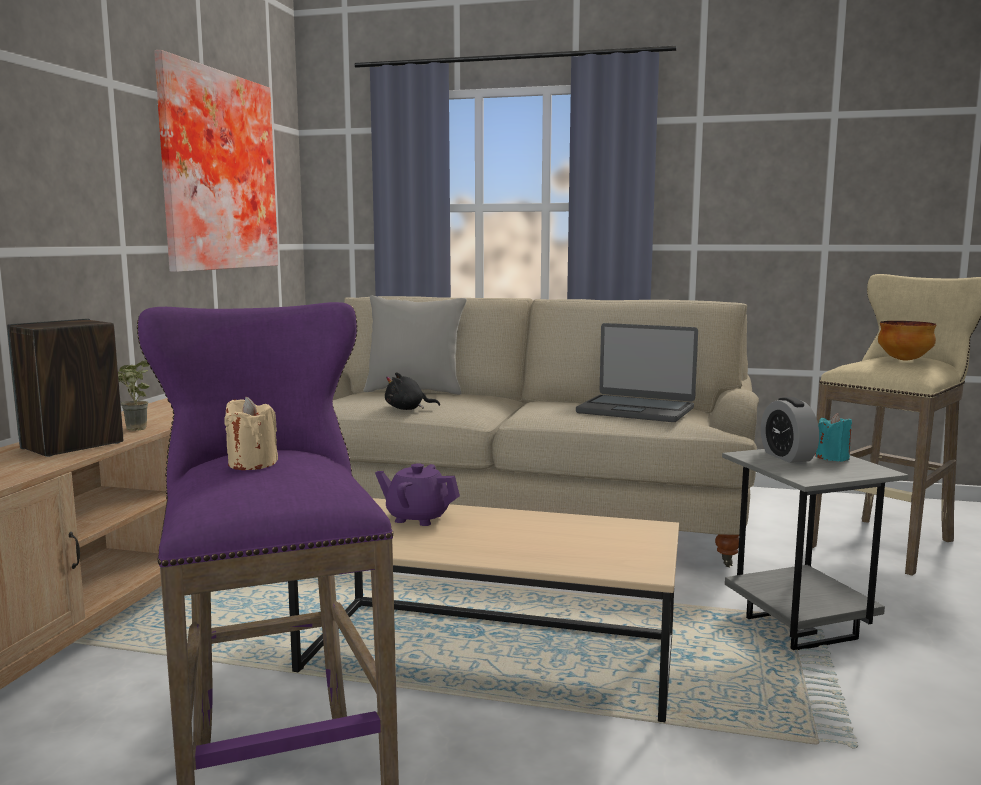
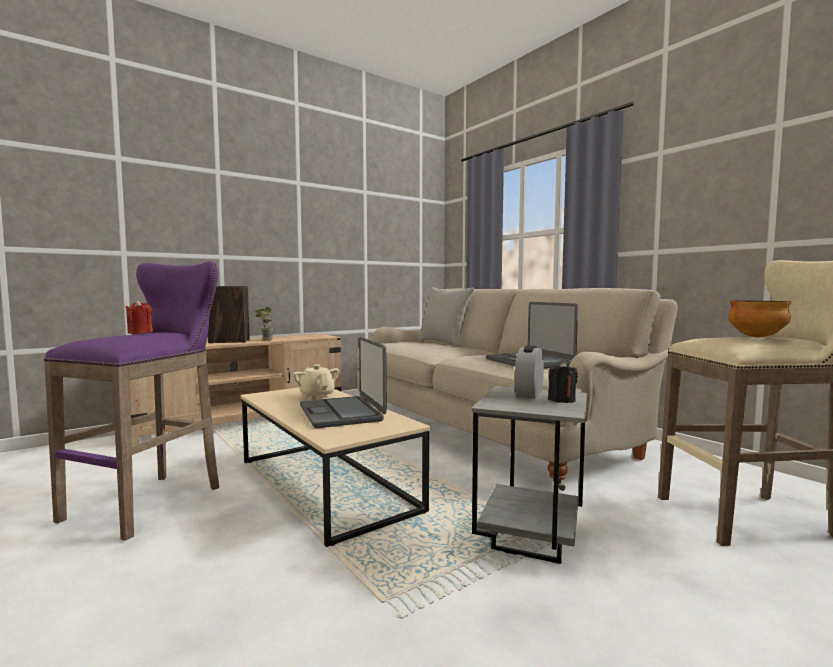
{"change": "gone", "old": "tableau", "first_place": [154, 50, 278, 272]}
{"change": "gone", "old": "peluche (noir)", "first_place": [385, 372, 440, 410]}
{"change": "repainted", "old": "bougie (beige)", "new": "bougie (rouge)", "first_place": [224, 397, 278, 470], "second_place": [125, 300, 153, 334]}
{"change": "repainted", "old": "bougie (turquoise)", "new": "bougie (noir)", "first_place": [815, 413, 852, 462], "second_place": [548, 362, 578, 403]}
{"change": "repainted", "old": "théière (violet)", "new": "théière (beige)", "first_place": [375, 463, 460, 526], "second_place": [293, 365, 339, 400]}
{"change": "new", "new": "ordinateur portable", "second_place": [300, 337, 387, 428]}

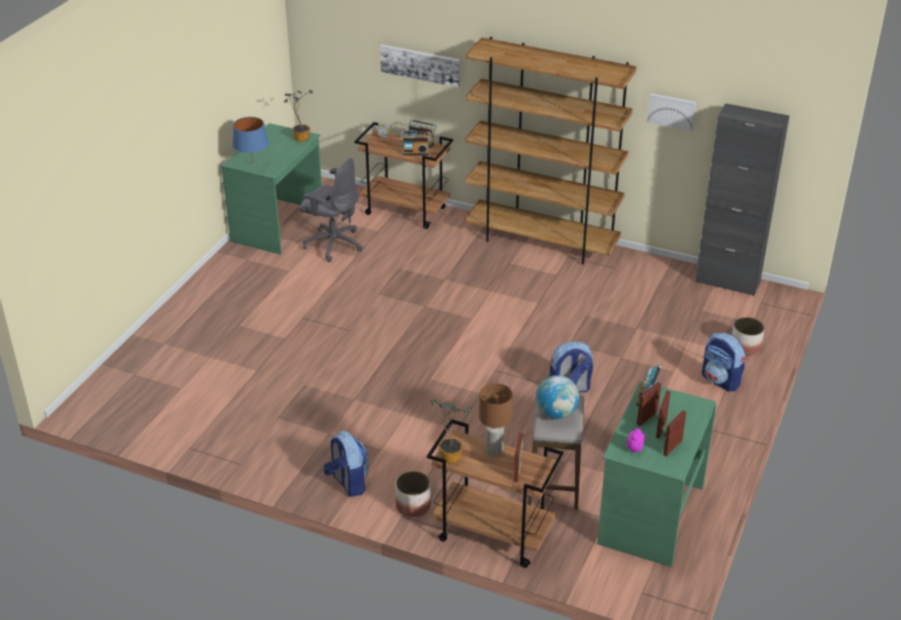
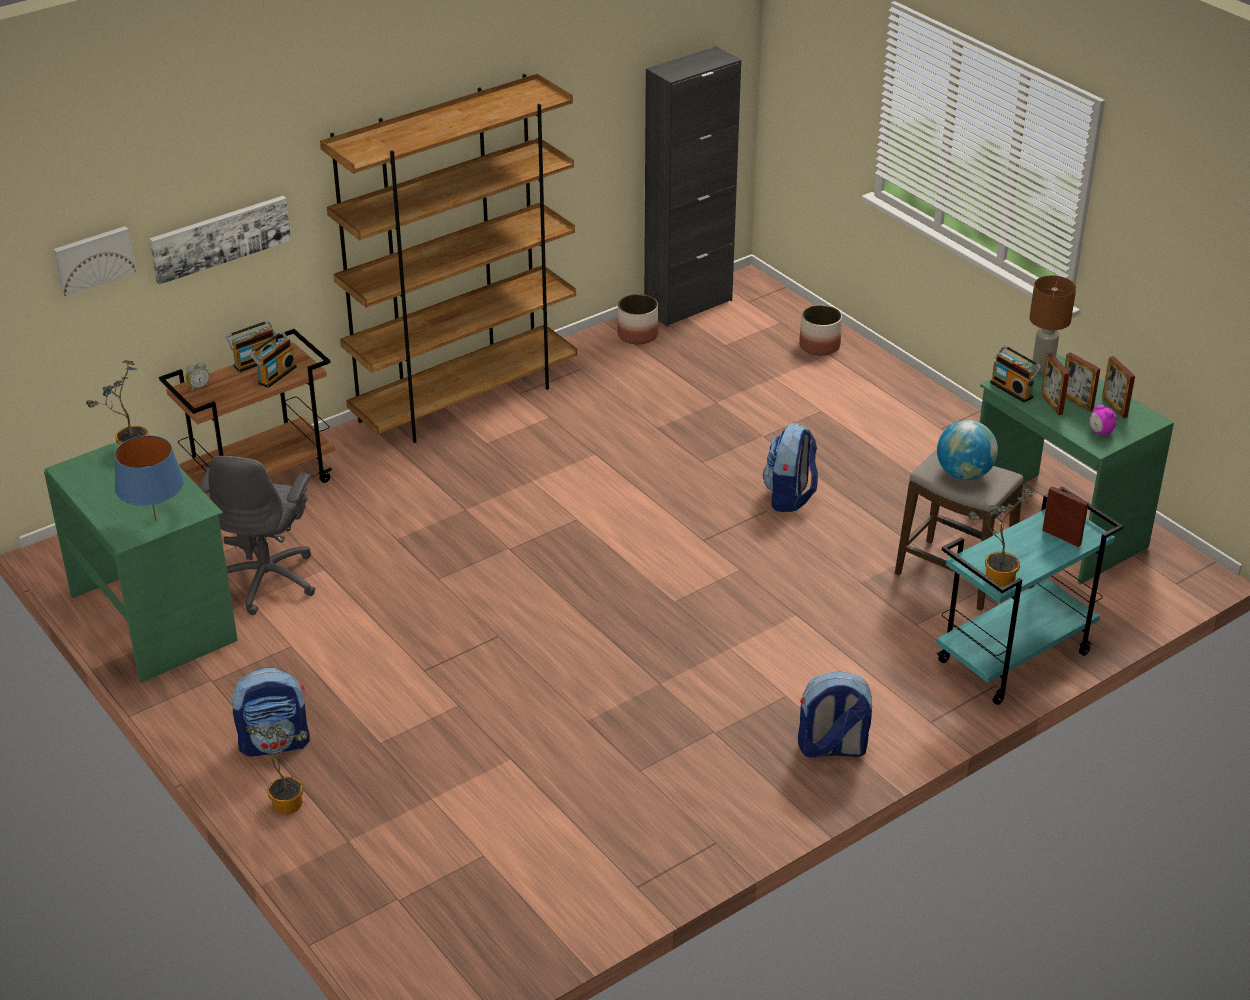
{"change": "shifted", "old": "tableau", "first_place": [647, 93, 696, 131], "second_place": [53, 226, 136, 296]}
{"change": "rotated", "old": "chaise de bureau (gris)", "first_place": [299, 158, 363, 262], "second_place": [199, 456, 315, 615], "degrees": 135}
{"change": "shifted", "old": "sac à dos", "first_place": [702, 333, 745, 392], "second_place": [232, 668, 310, 756]}
{"change": "shifted", "old": "lampe de table (marron)", "first_place": [479, 383, 513, 456], "second_place": [1029, 275, 1076, 373]}
{"change": "repainted", "old": "chariot (marron)", "new": "chariot (turquoise)", "first_place": [427, 419, 564, 568], "second_place": [936, 486, 1124, 705]}
{"change": "shifted", "old": "cache-pot", "first_place": [395, 471, 431, 517], "second_place": [617, 294, 658, 344]}
{"change": "new", "new": "plante en pot", "second_place": [246, 724, 307, 814]}

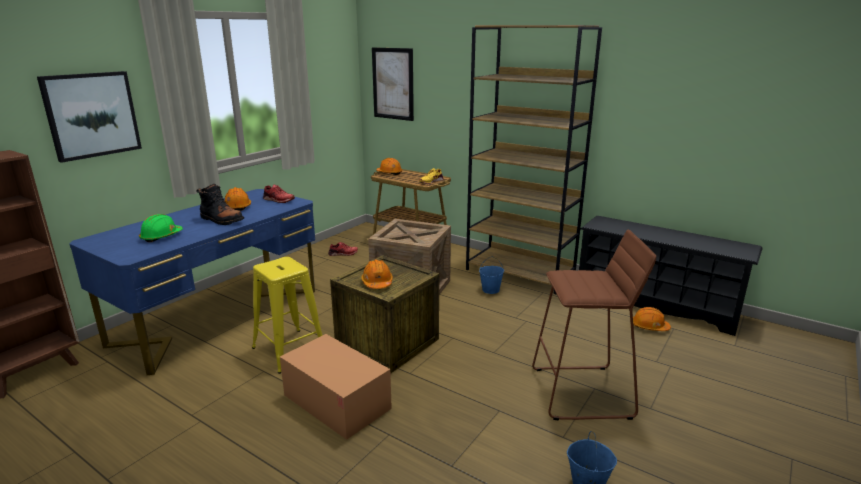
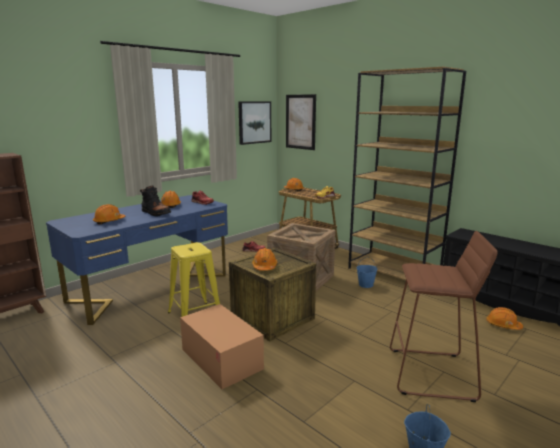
{"change": "shifted", "old": "tableau", "first_place": [37, 71, 142, 163], "second_place": [238, 101, 271, 145]}
{"change": "repainted", "old": "casque de chantier (vert)", "new": "casque de chantier (orange)", "first_place": [139, 214, 183, 242], "second_place": [93, 204, 125, 224]}

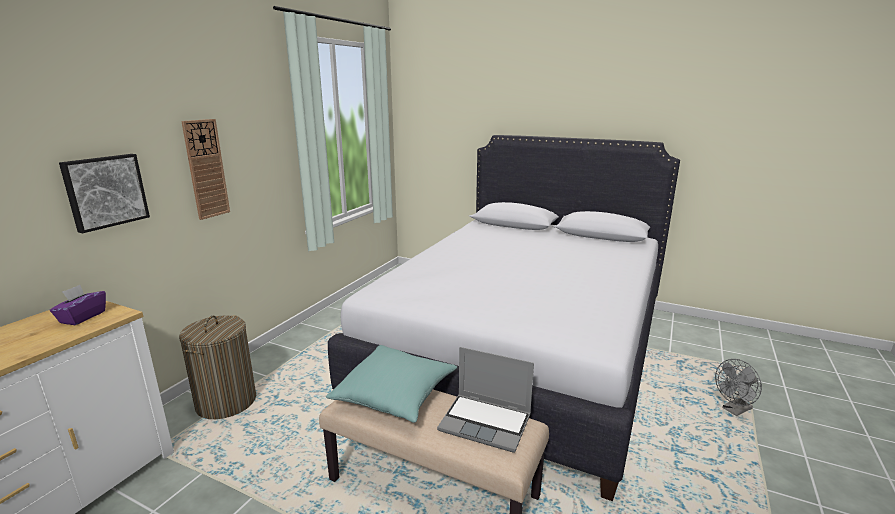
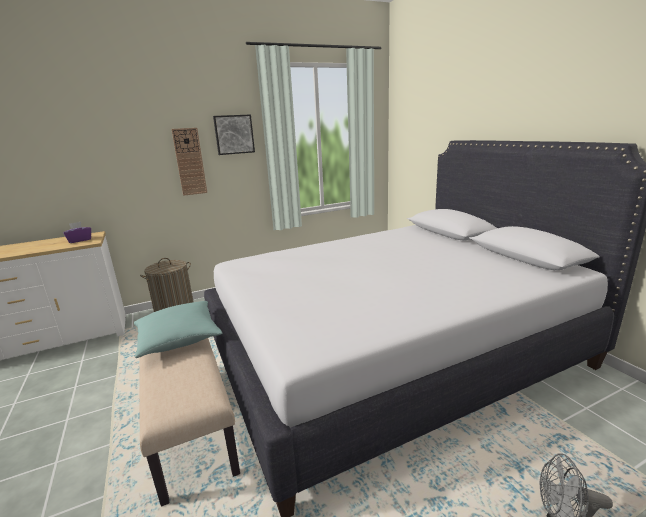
{"change": "shifted", "old": "tableau", "first_place": [59, 154, 150, 233], "second_place": [213, 114, 255, 155]}
{"change": "gone", "old": "ordinateur portable", "first_place": [437, 347, 534, 453]}

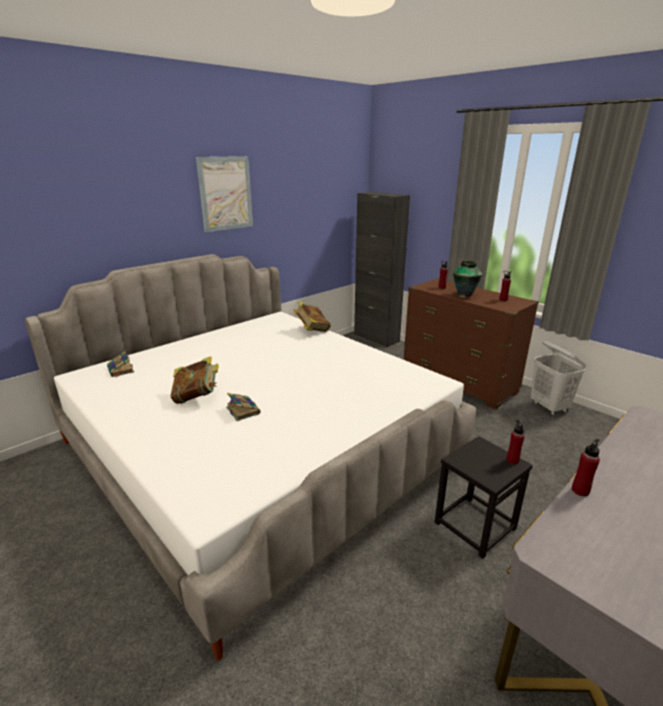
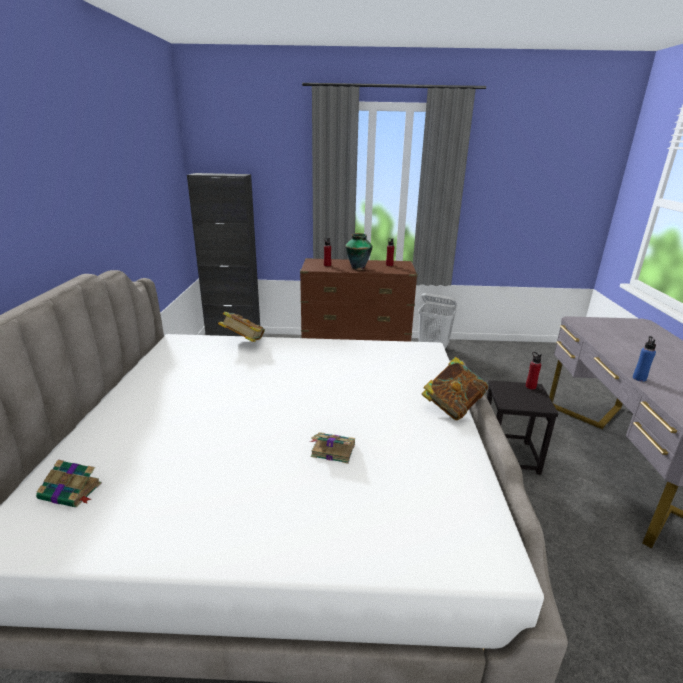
{"change": "gone", "old": "tableau", "first_place": [196, 156, 253, 232]}
{"change": "shifted", "old": "livre", "first_place": [171, 356, 219, 404], "second_place": [421, 357, 488, 420]}
{"change": "repainted", "old": "bouteille (rouge)", "new": "bouteille (bleu)", "first_place": [572, 439, 600, 496], "second_place": [633, 336, 656, 382]}

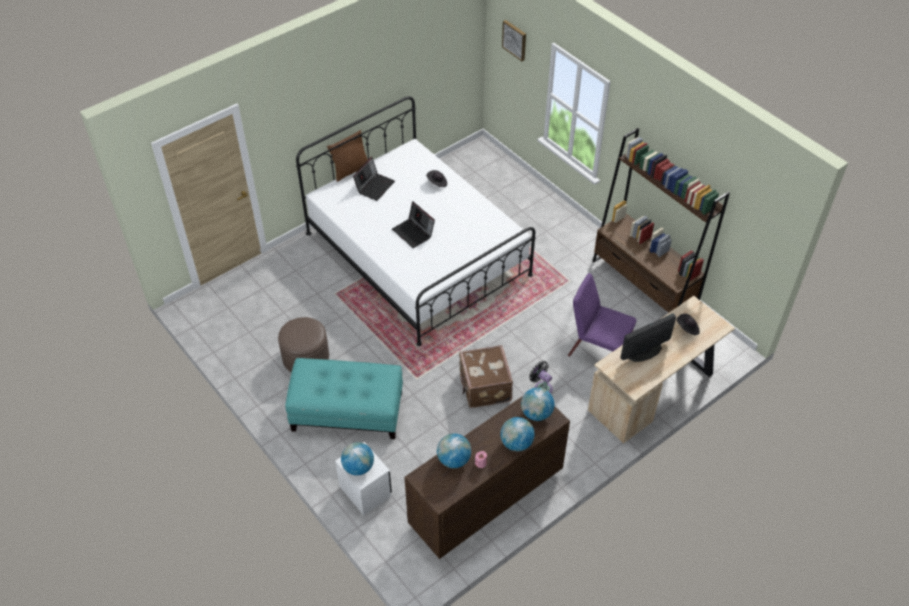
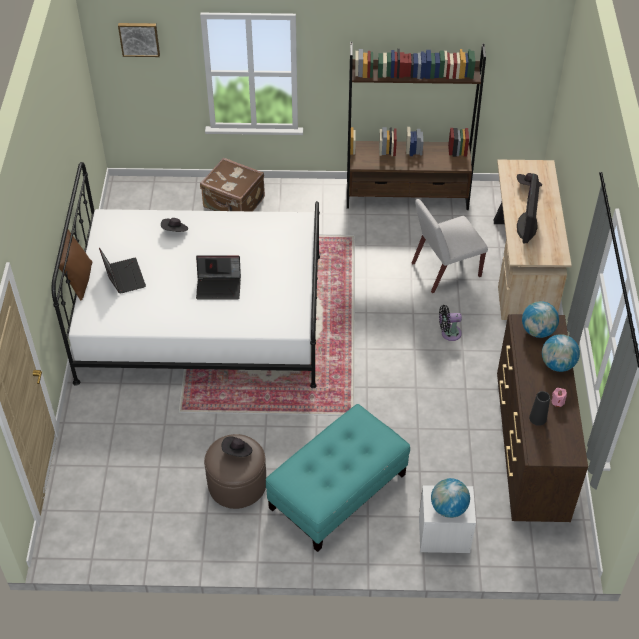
{"change": "repainted", "old": "chaise (violet)", "new": "chaise (blanc)", "first_place": [568, 273, 637, 356], "second_place": [412, 199, 488, 293]}
{"change": "shifted", "old": "valise (marron)", "first_place": [459, 345, 513, 408], "second_place": [200, 157, 265, 211]}
{"change": "swapped", "old": "globe", "new": "vase (noir)", "first_place": [437, 433, 471, 468], "second_place": [529, 391, 550, 426]}
{"change": "new", "new": "chapeau (noir)", "second_place": [222, 436, 252, 457]}

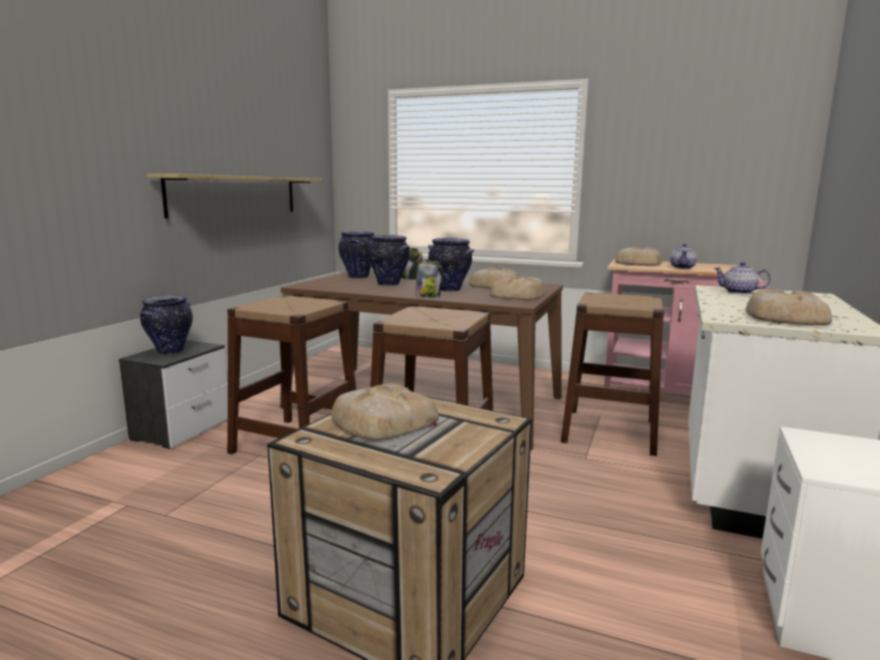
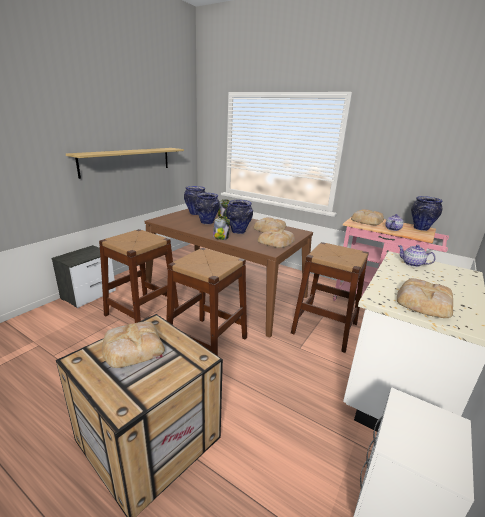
{"change": "shifted", "old": "vase", "first_place": [140, 295, 193, 354], "second_place": [411, 196, 443, 231]}

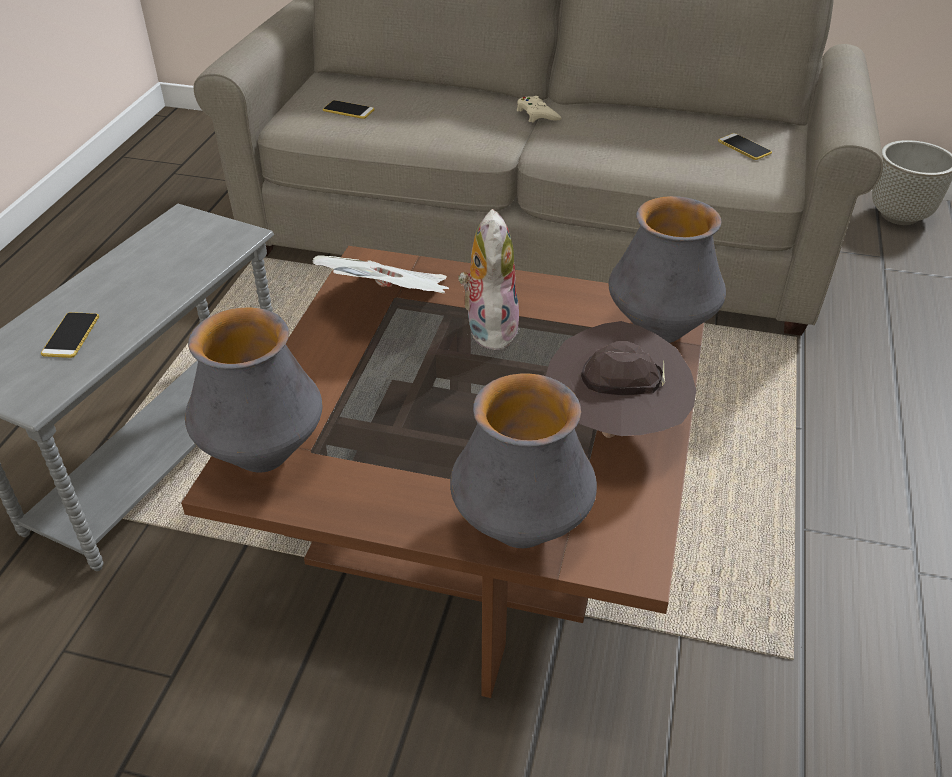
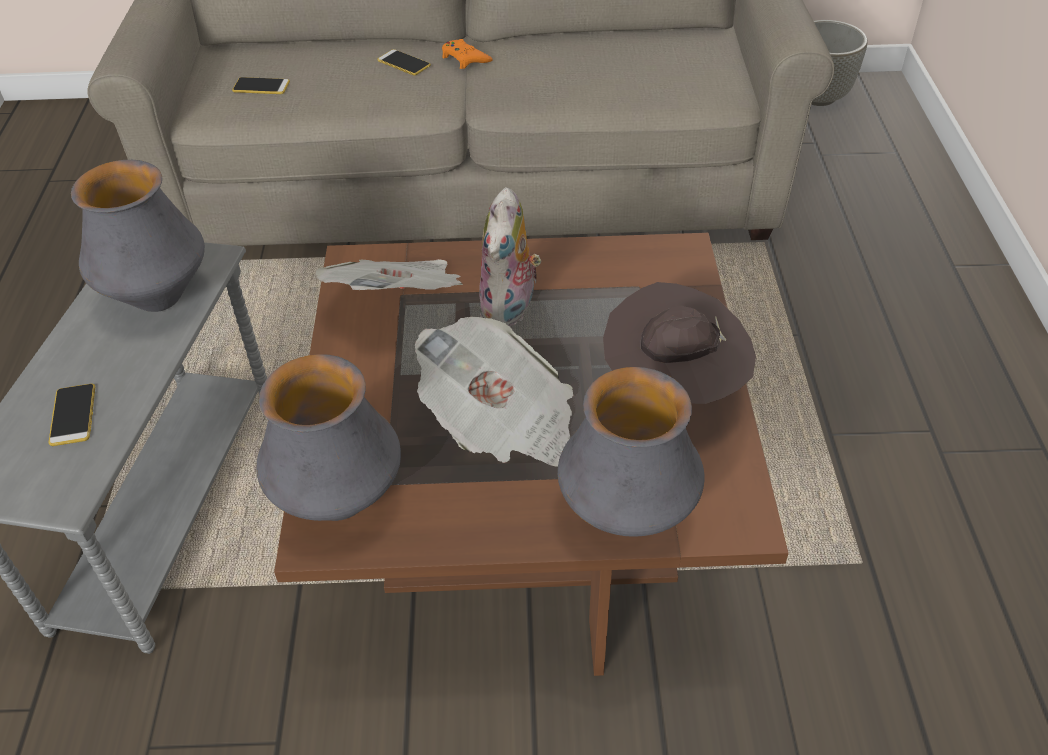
{"change": "repainted", "old": "manette (beige)", "new": "manette (orange)", "first_place": [517, 96, 562, 122], "second_place": [442, 39, 492, 69]}
{"change": "shifted", "old": "téléphone", "first_place": [718, 133, 772, 160], "second_place": [377, 49, 431, 75]}
{"change": "shifted", "old": "vase", "first_place": [609, 196, 726, 343], "second_place": [71, 160, 205, 312]}
{"change": "rotated", "old": "peluche", "first_place": [458, 209, 520, 350], "second_place": [479, 187, 541, 327], "degrees": -150}
{"change": "new", "new": "journal", "second_place": [415, 317, 573, 467]}

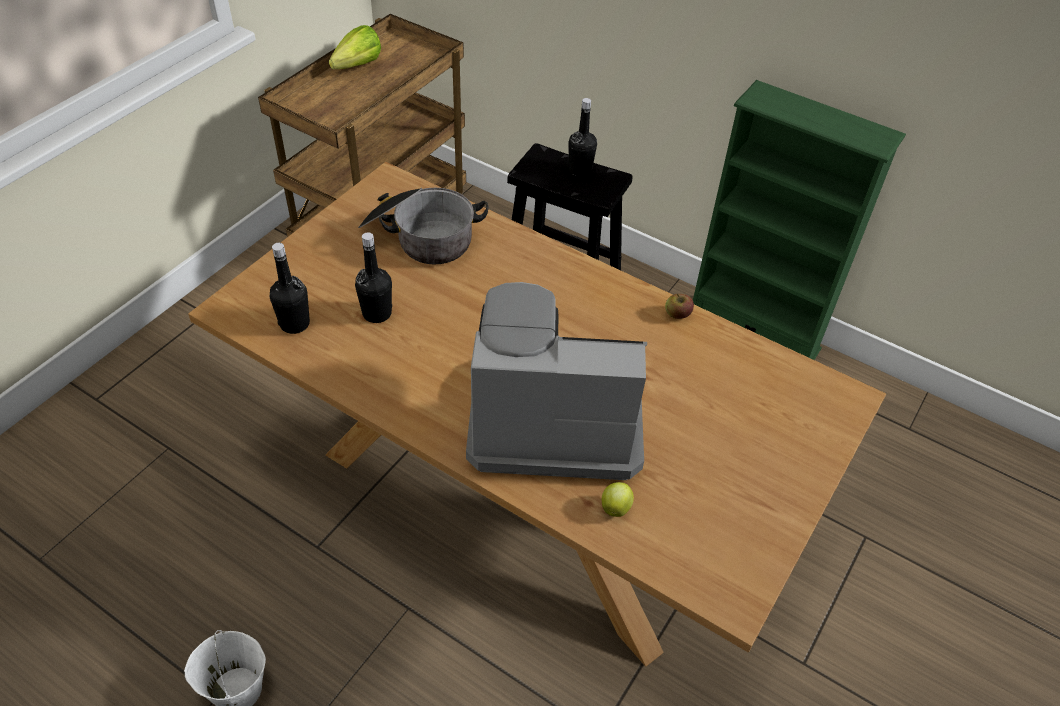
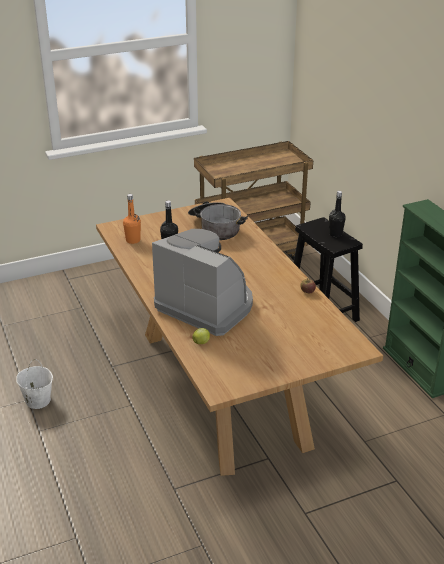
{"change": "gone", "old": "laitue", "first_place": [329, 25, 381, 69]}
{"change": "repainted", "old": "bouteille (noir)", "new": "bouteille (orange)", "first_place": [270, 243, 310, 334], "second_place": [123, 194, 141, 244]}

